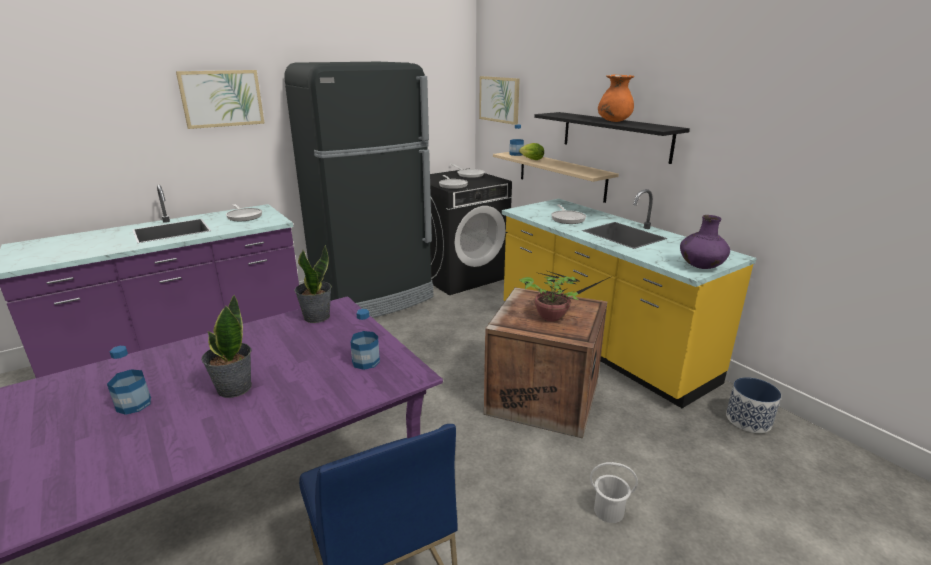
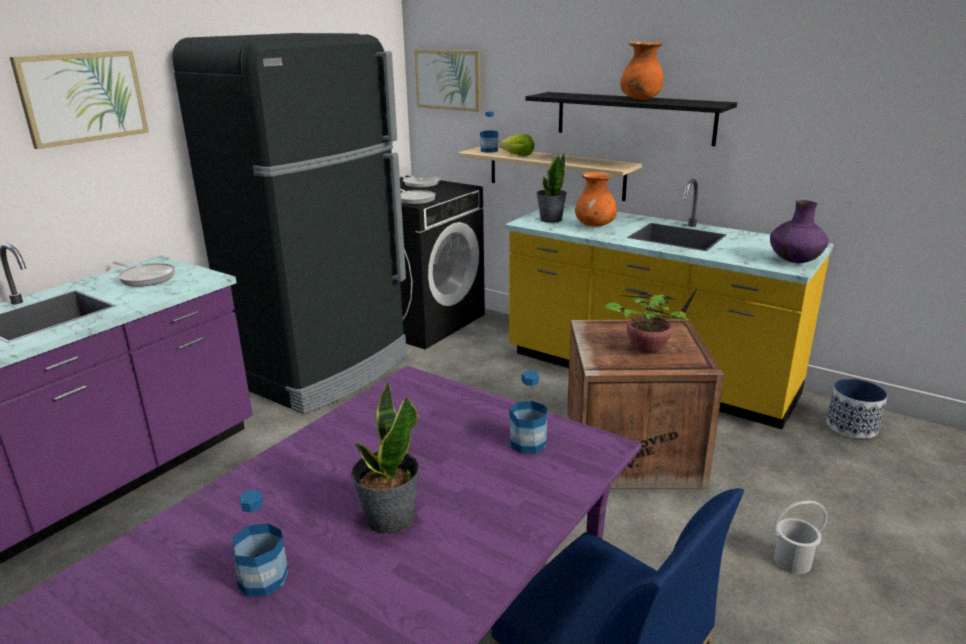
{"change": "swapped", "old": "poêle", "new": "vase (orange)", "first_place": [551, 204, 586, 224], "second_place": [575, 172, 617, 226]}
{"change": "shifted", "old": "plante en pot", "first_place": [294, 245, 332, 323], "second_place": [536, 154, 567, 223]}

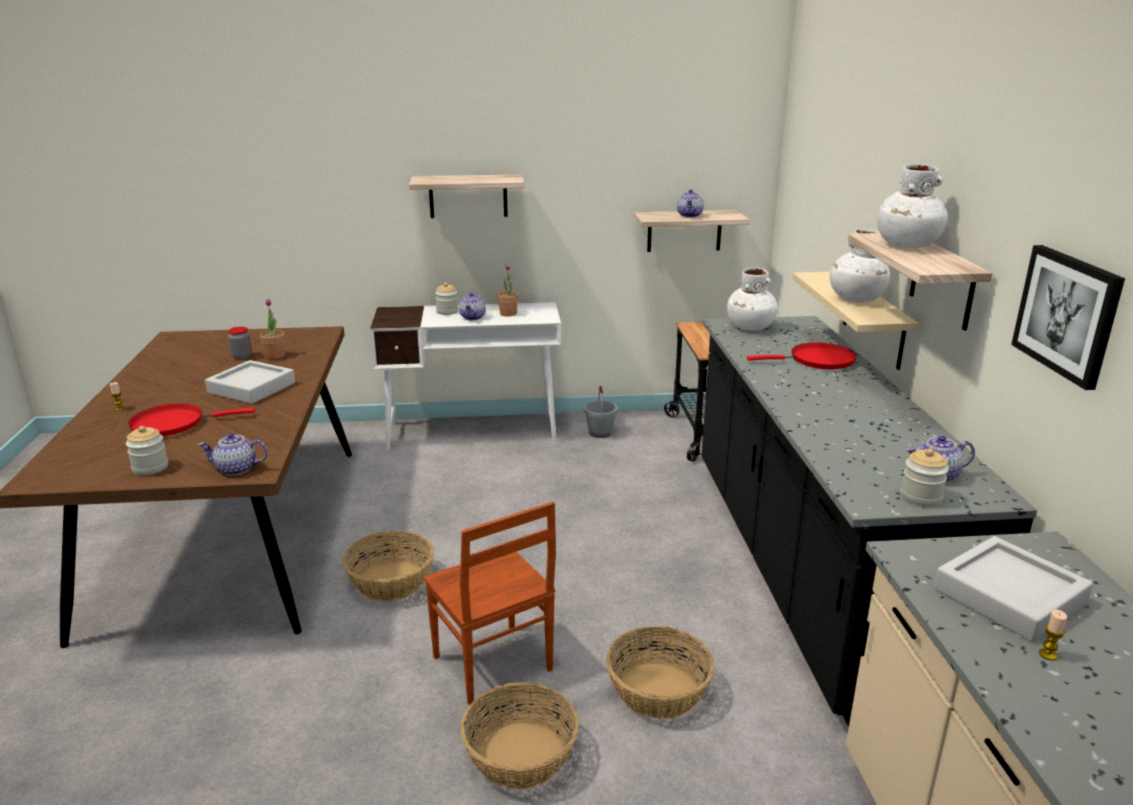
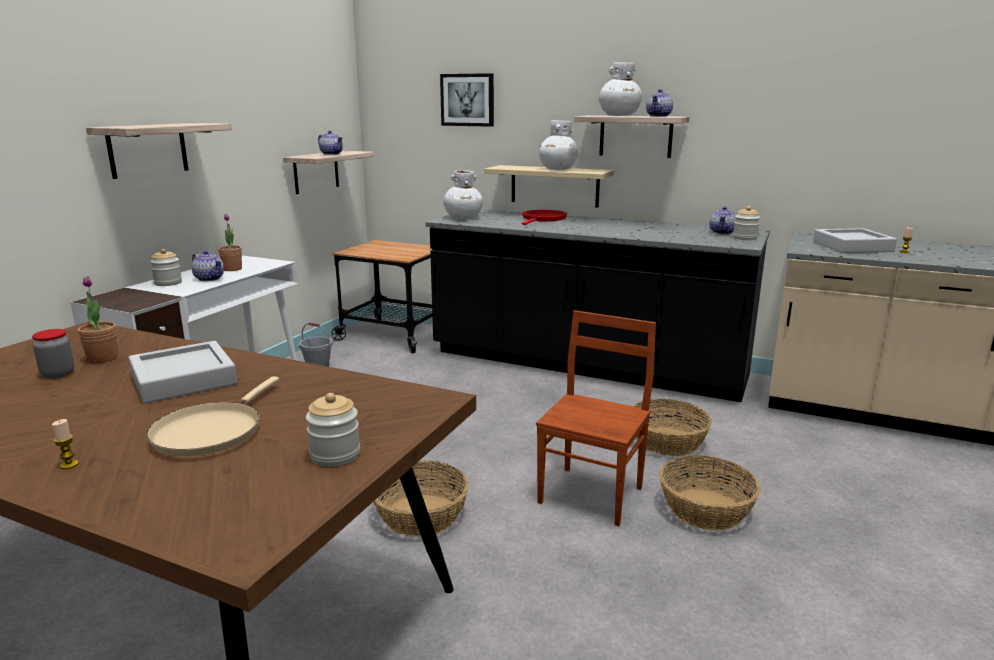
{"change": "shifted", "old": "tableau", "first_place": [1011, 245, 1125, 390], "second_place": [440, 73, 494, 127]}
{"change": "repainted", "old": "poêle (rouge)", "new": "poêle (beige)", "first_place": [128, 404, 255, 436], "second_place": [147, 376, 279, 456]}
{"change": "shifted", "old": "théière", "first_place": [198, 433, 268, 476], "second_place": [646, 89, 673, 117]}
{"change": "rotated", "old": "chaise (marron)", "first_place": [424, 502, 556, 705], "second_place": [536, 310, 656, 526], "degrees": -60}

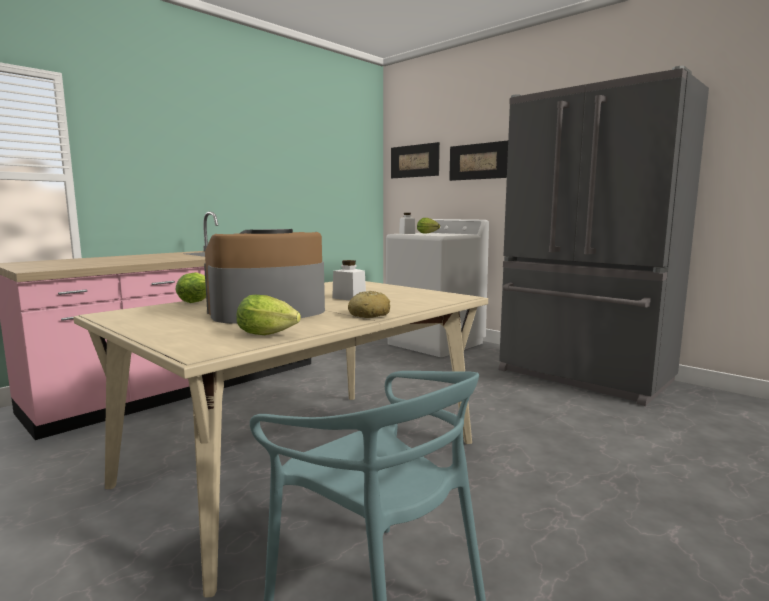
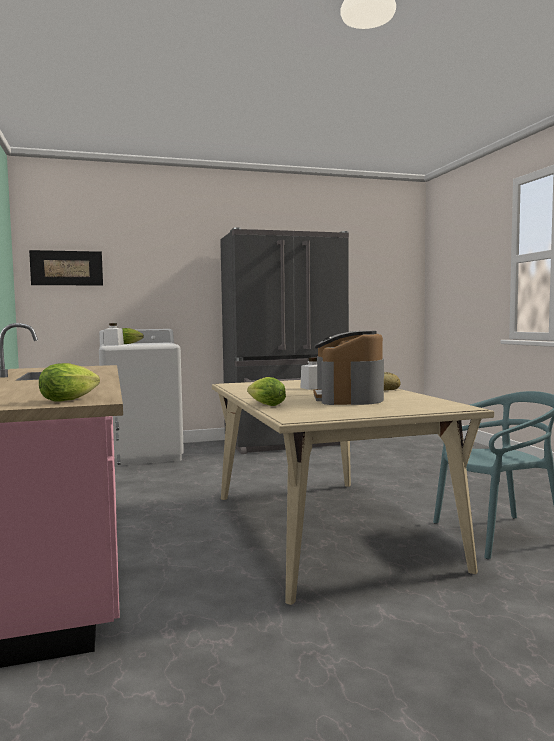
{"change": "gone", "old": "tableau", "first_place": [449, 141, 508, 181]}
{"change": "shifted", "old": "laitue", "first_place": [237, 295, 301, 335], "second_place": [39, 363, 100, 402]}

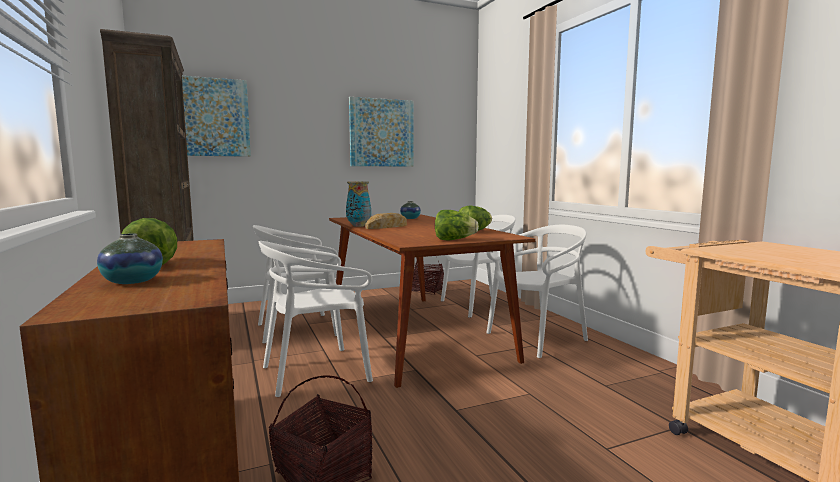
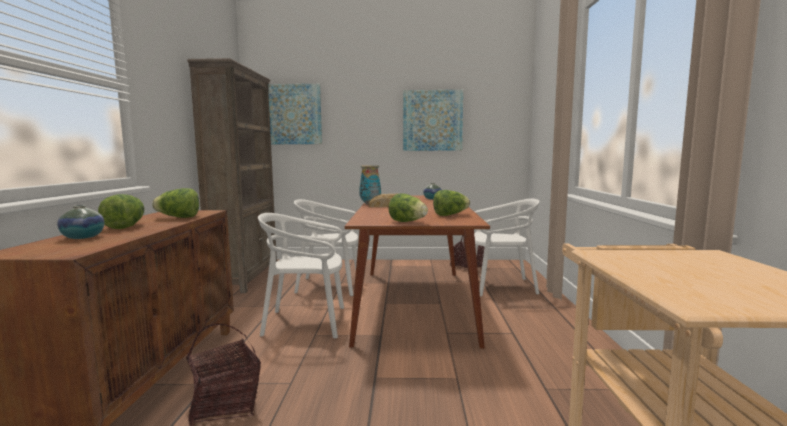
{"change": "gone", "old": "chaise (blanc)", "first_place": [486, 225, 588, 358]}
{"change": "new", "new": "laitue", "second_place": [152, 188, 199, 218]}

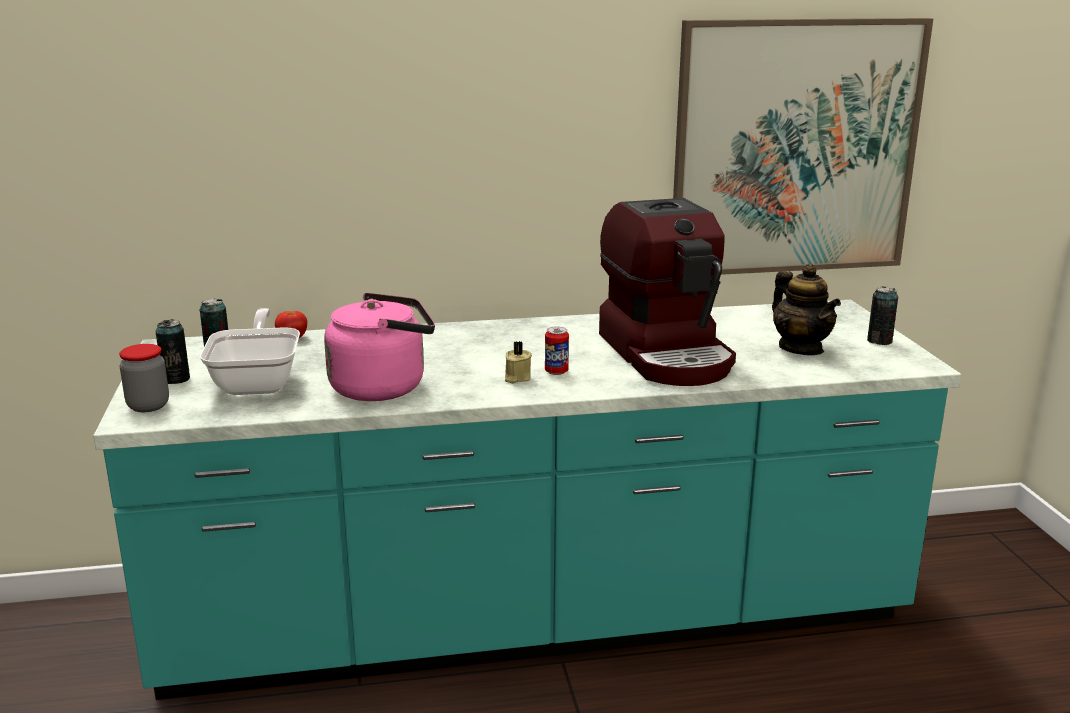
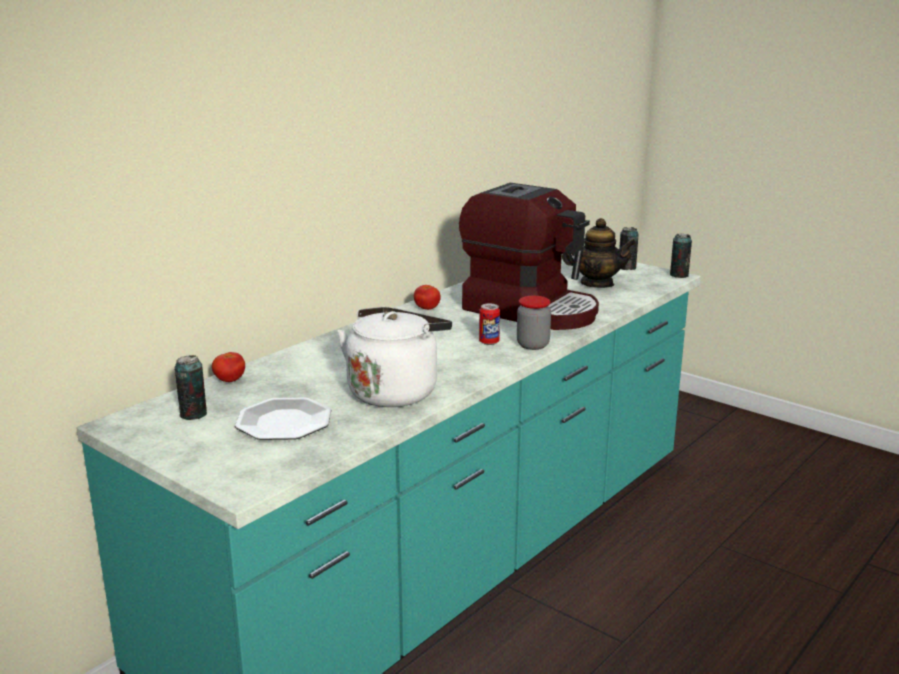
{"change": "gone", "old": "tableau", "first_place": [673, 18, 933, 275]}
{"change": "repainted", "old": "bouilloire (rose)", "new": "bouilloire (blanc)", "first_place": [324, 293, 435, 401], "second_place": [337, 307, 452, 407]}
{"change": "swapped", "old": "poêle", "new": "assiette", "first_place": [200, 308, 300, 395], "second_place": [235, 398, 331, 440]}
{"change": "shifted", "old": "boîte métallique", "first_place": [155, 319, 190, 384], "second_place": [670, 233, 692, 278]}
{"change": "gone", "old": "bougie (beige)", "first_place": [505, 341, 532, 383]}
{"change": "shifted", "old": "bocal", "first_place": [119, 344, 169, 412], "second_place": [517, 296, 551, 350]}
{"change": "new", "new": "tomate", "second_place": [414, 285, 441, 310]}

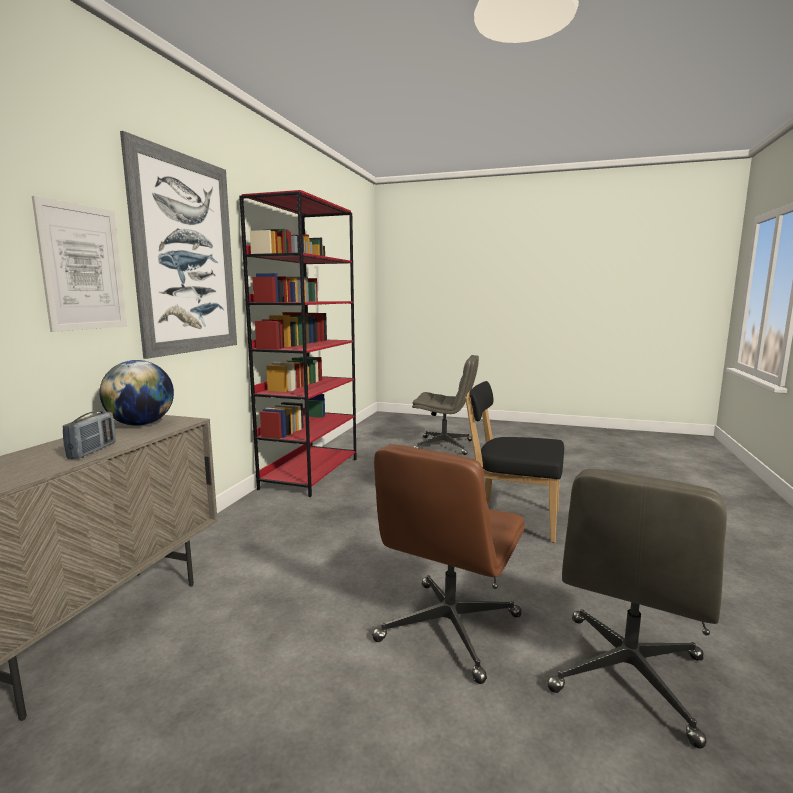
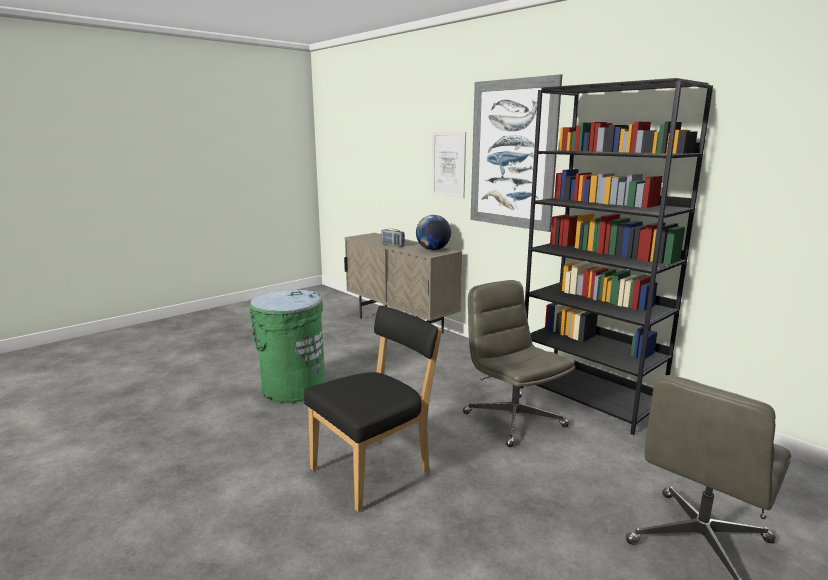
{"change": "repainted", "old": "bibliothèque (rouge)", "new": "bibliothèque (noir)", "first_place": [239, 190, 356, 497], "second_place": [520, 78, 713, 435]}
{"change": "swapped", "old": "chaise de bureau (marron)", "new": "poubelle (vert)", "first_place": [372, 444, 524, 684], "second_place": [250, 290, 325, 403]}
{"change": "shifted", "old": "chaise de bureau (gris)", "first_place": [547, 469, 727, 748], "second_place": [463, 280, 575, 447]}

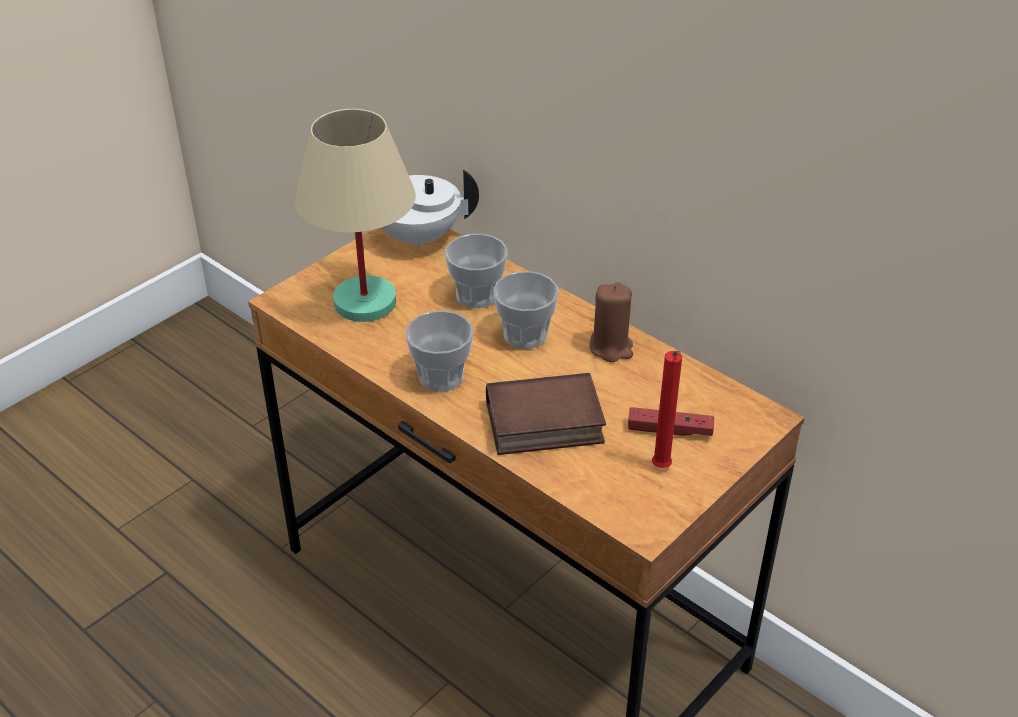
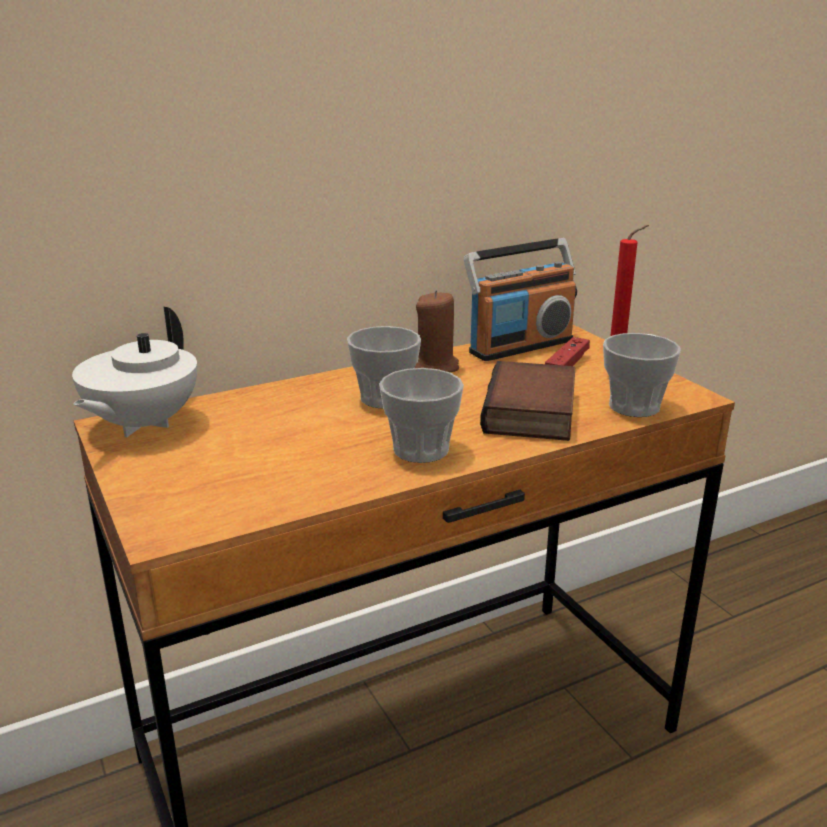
{"change": "gone", "old": "lampe de table (beige)", "first_place": [295, 109, 416, 322]}
{"change": "shifted", "old": "tasse", "first_place": [445, 234, 507, 308], "second_place": [603, 333, 681, 417]}
{"change": "new", "new": "radio", "second_place": [464, 238, 577, 361]}

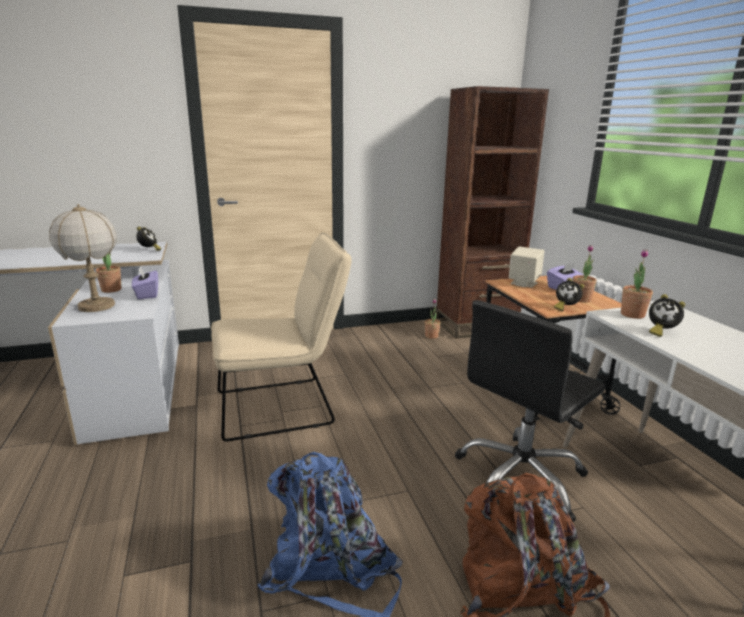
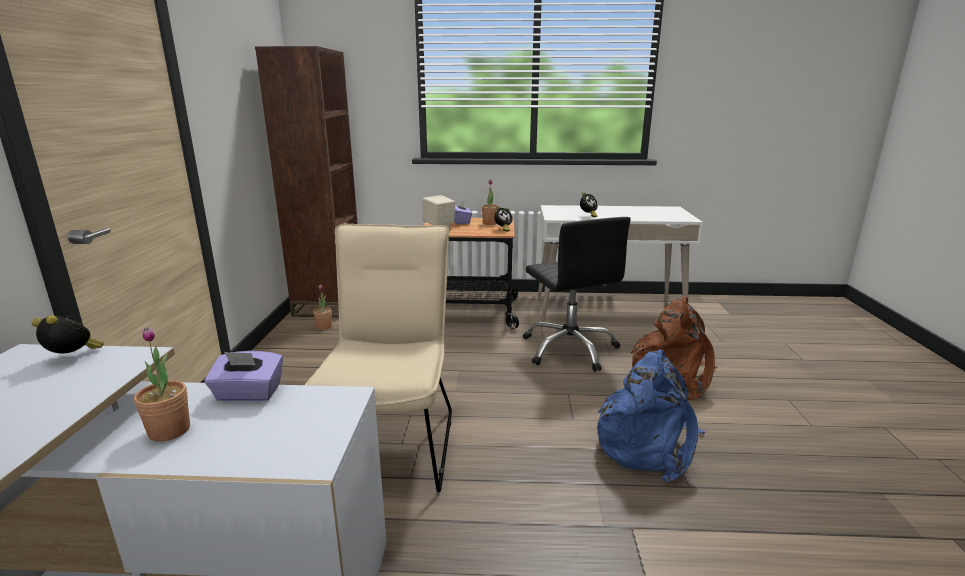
{"change": "gone", "old": "lampe de table", "first_place": [49, 204, 117, 312]}
{"change": "gone", "old": "plante en pot", "first_place": [621, 249, 653, 319]}

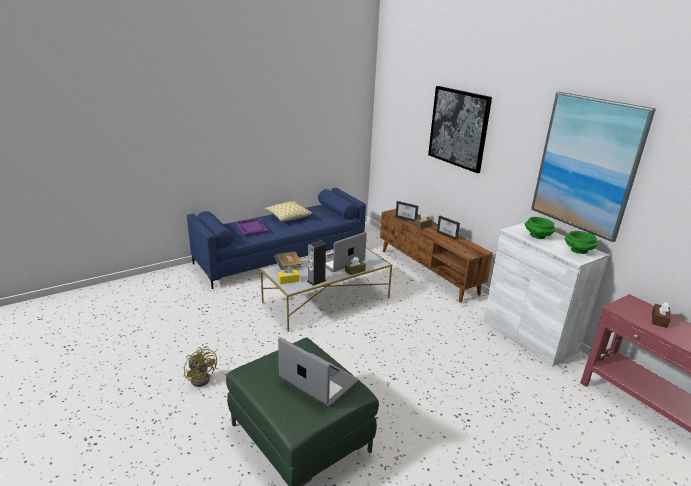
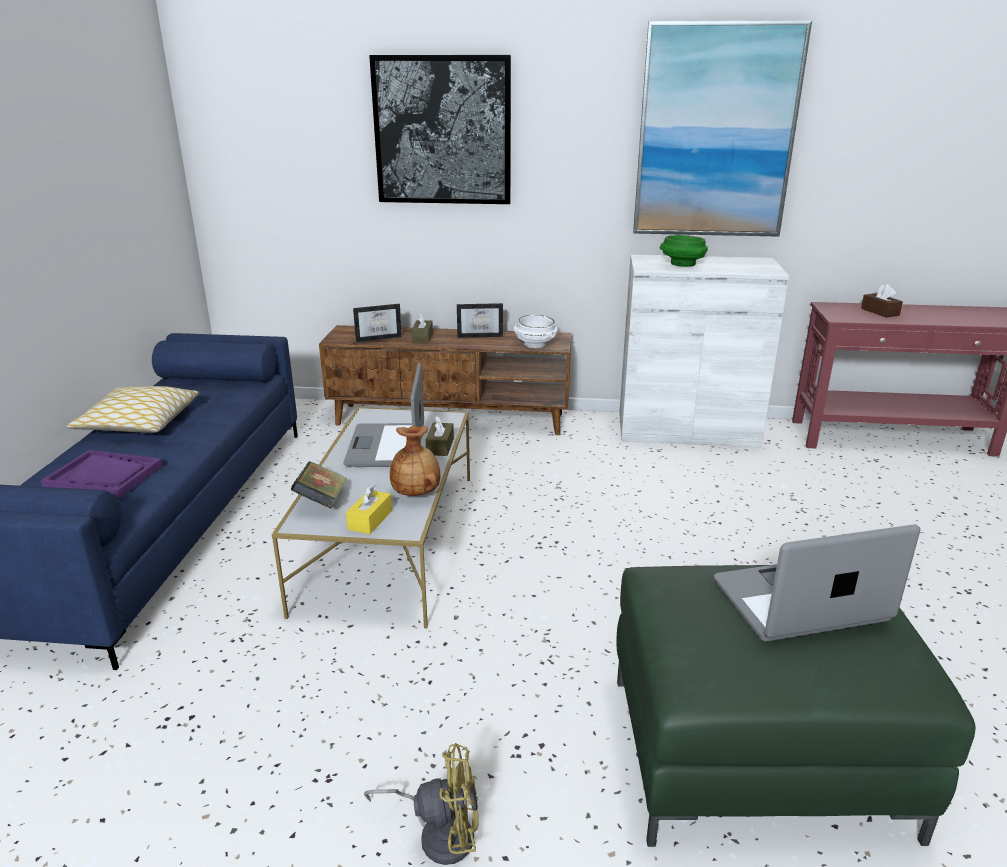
{"change": "gone", "old": "bol (vert)", "first_place": [565, 231, 598, 254]}
{"change": "swapped", "old": "enceinte", "new": "vase (marron)", "first_place": [307, 240, 326, 286], "second_place": [390, 425, 440, 496]}
{"change": "new", "new": "bol (blanc)", "second_place": [513, 315, 558, 348]}

